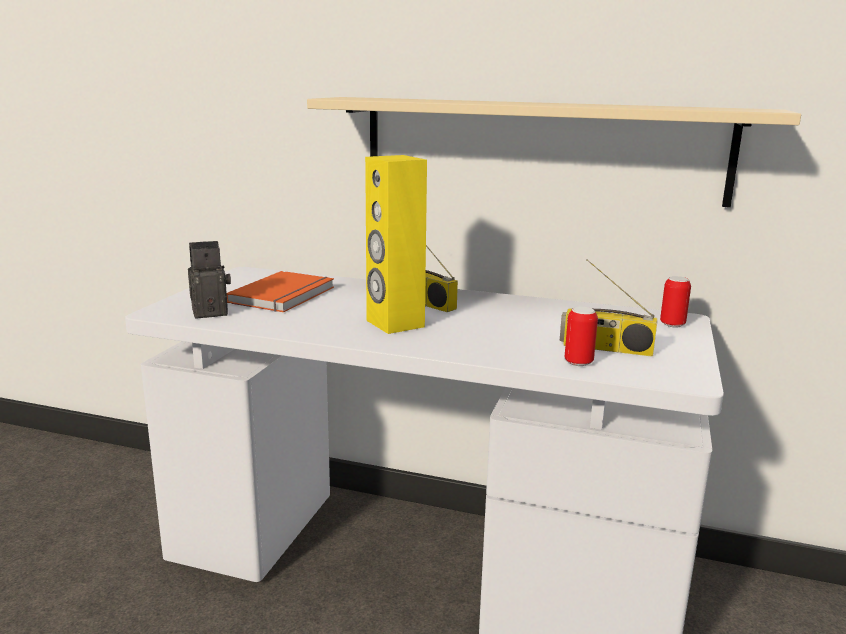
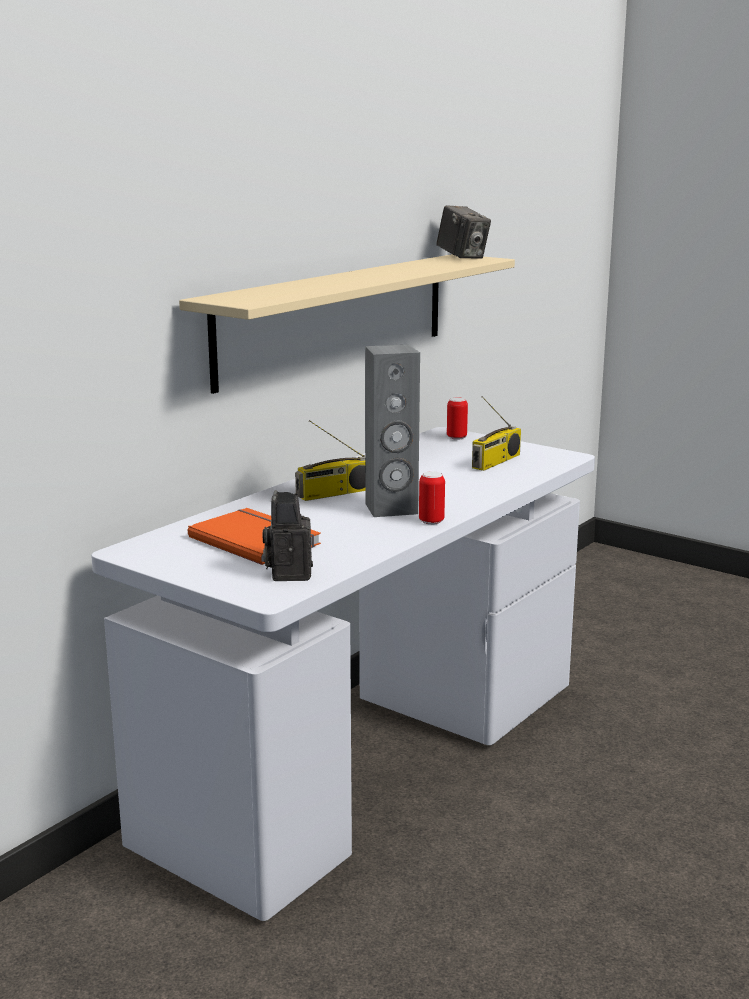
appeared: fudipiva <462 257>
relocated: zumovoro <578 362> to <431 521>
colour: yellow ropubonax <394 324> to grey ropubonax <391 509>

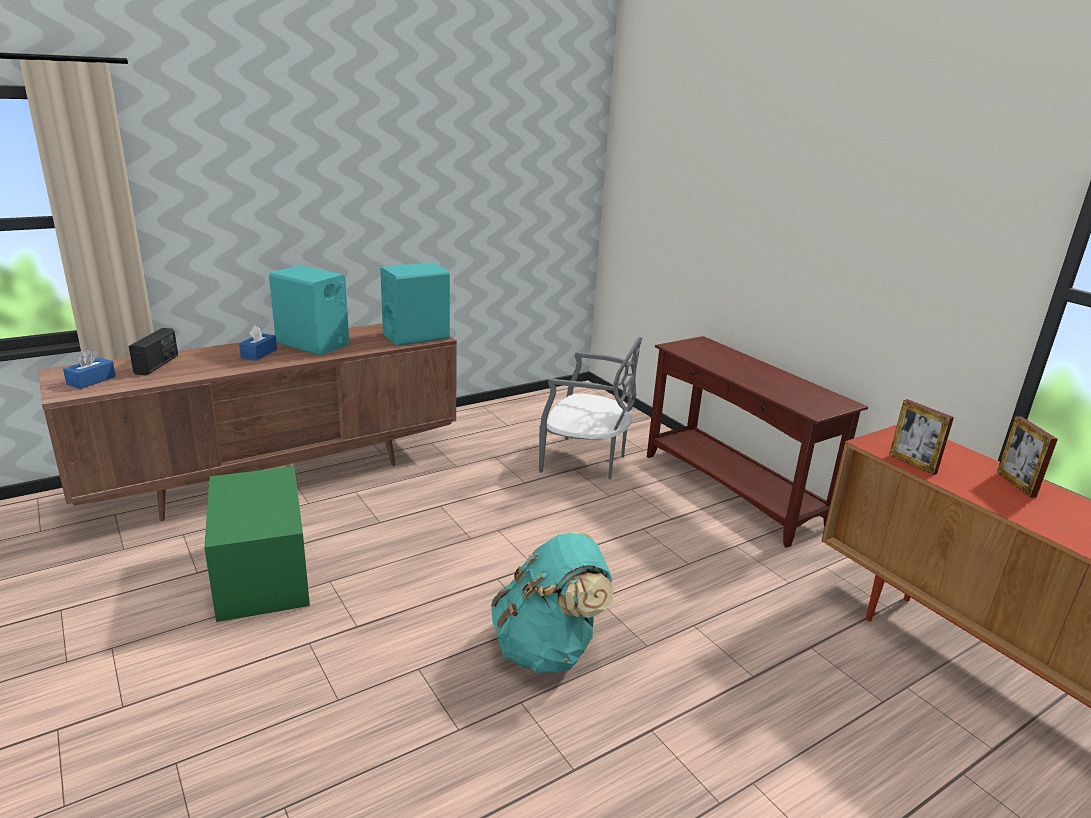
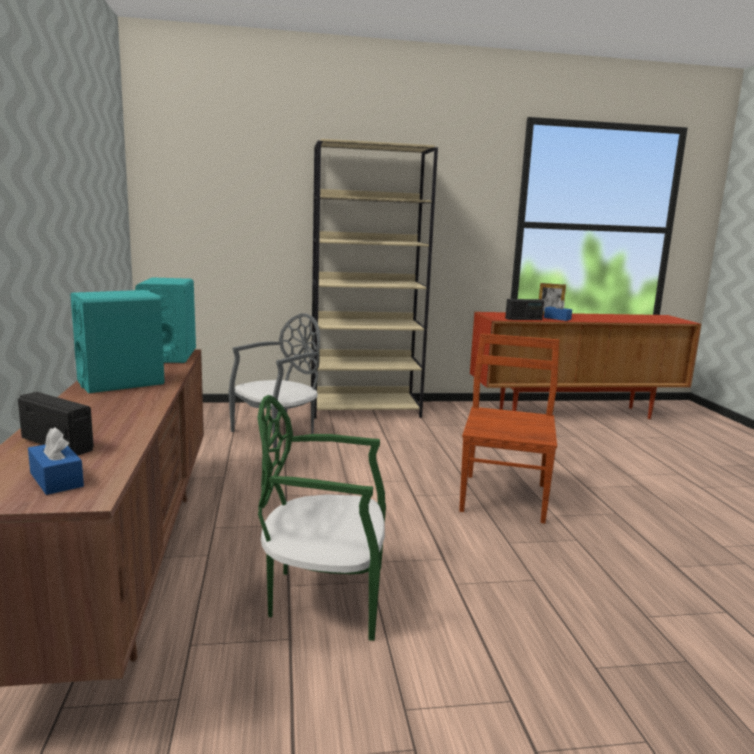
relocated: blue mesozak <259 353> to <557 318>
exchanged: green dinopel <262 572> to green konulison <324 596>; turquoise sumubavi <548 648> to brown konulison <504 496>; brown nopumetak <733 490> to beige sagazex <365 409>; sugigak <912 464> to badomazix <523 319>

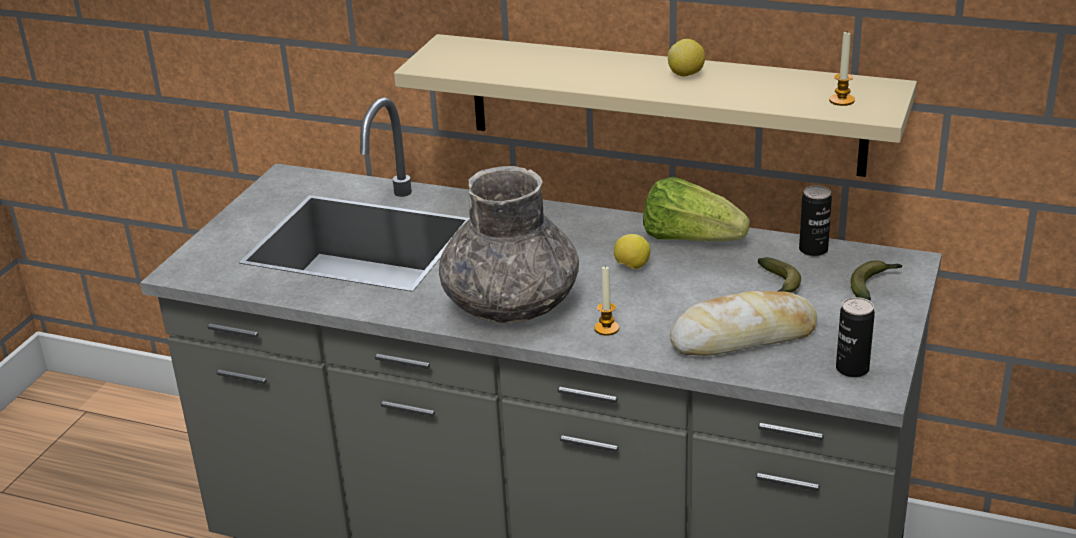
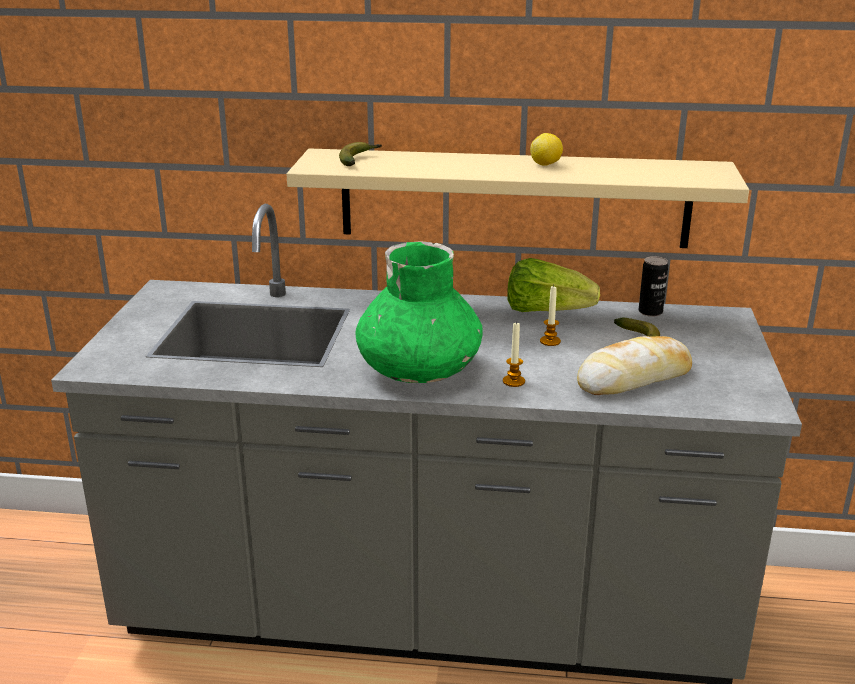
missing: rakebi <631 267>; zumovoro <852 369>
relocated: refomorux <841 100> to <550 341>; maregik <874 285> to <359 160>
colour: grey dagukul <511 306> to green dagukul <419 371>

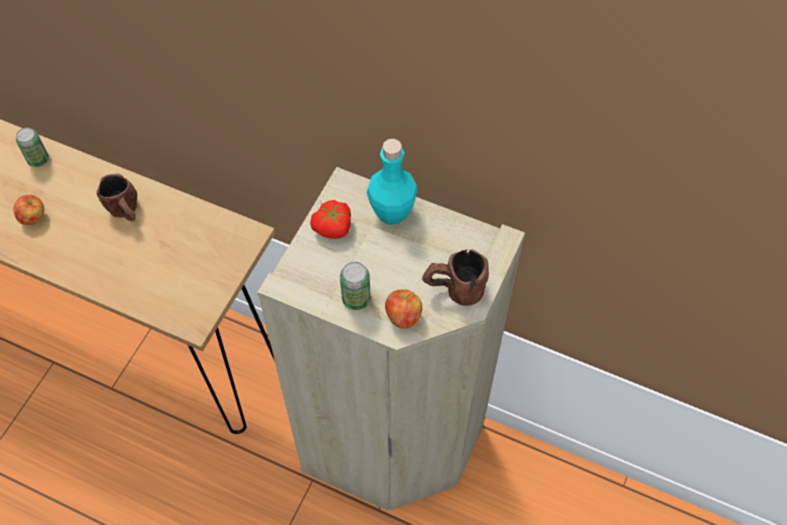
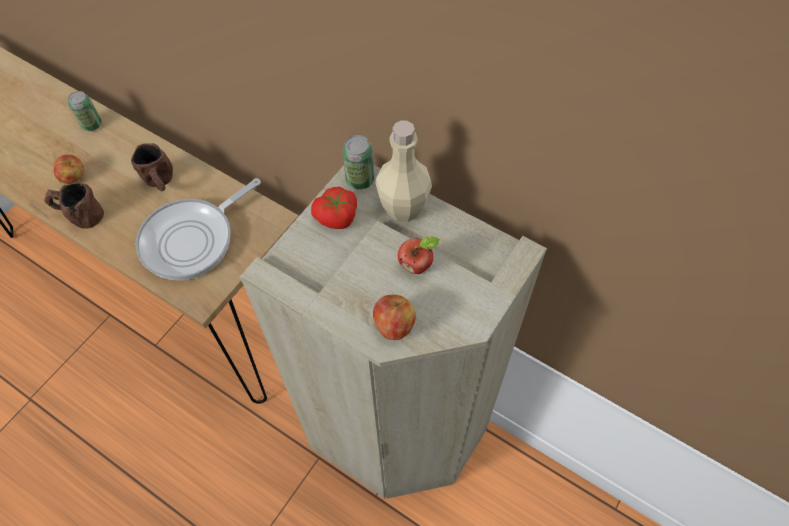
appeared: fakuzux <193 239>; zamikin <417 265>
relocated: zumovoro <356 299> to <360 180>; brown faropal <453 290> to <79 216>
colour: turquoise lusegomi <392 212> to beige lusegomi <403 208>

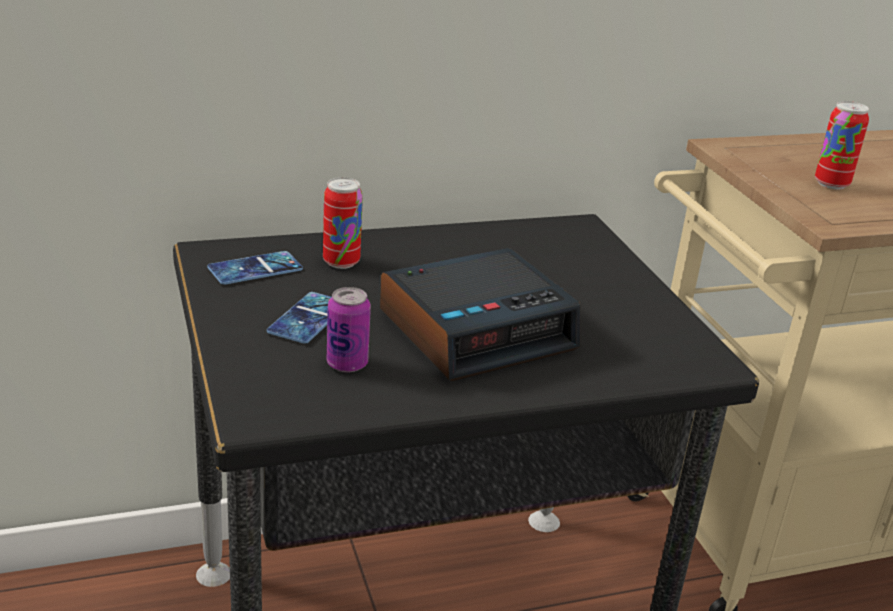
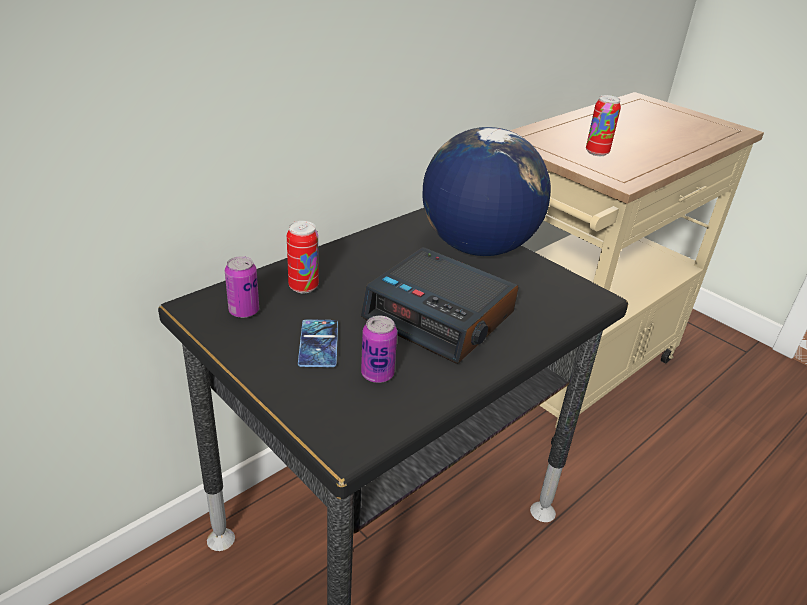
appeared: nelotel <477 247>
exchanged: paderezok <255 269> to zumovoro <244 311>
spun: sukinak <478 329> = <441 316> 90 degrees clockwise

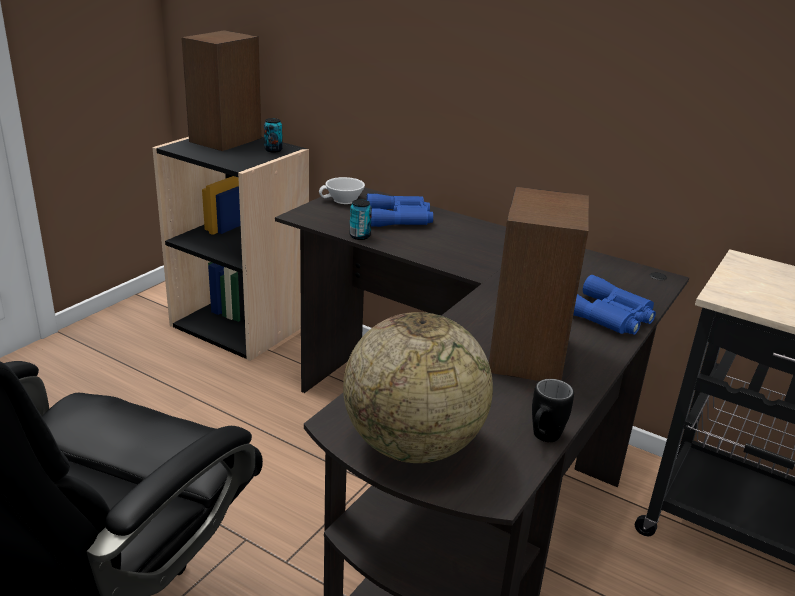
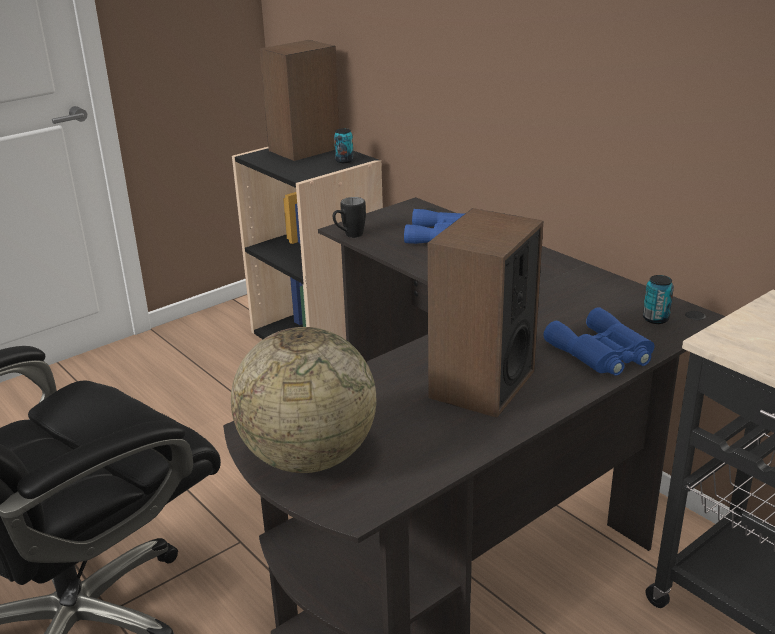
missing: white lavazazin <343 200>
relocated: zumovoro <360 236> to <655 319>; black faropal <542 439> to <349 236>

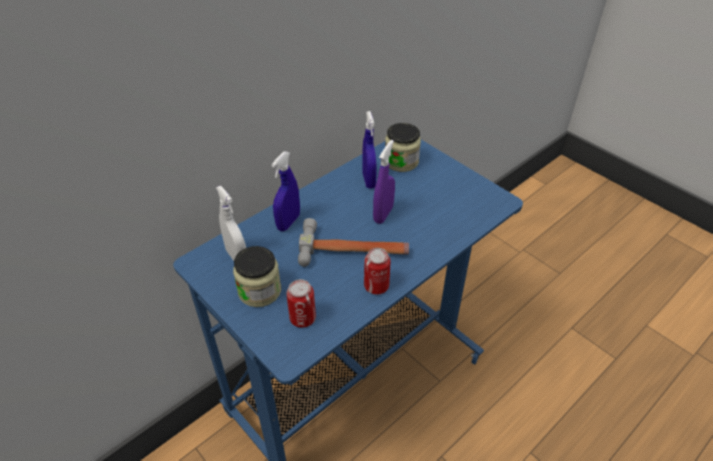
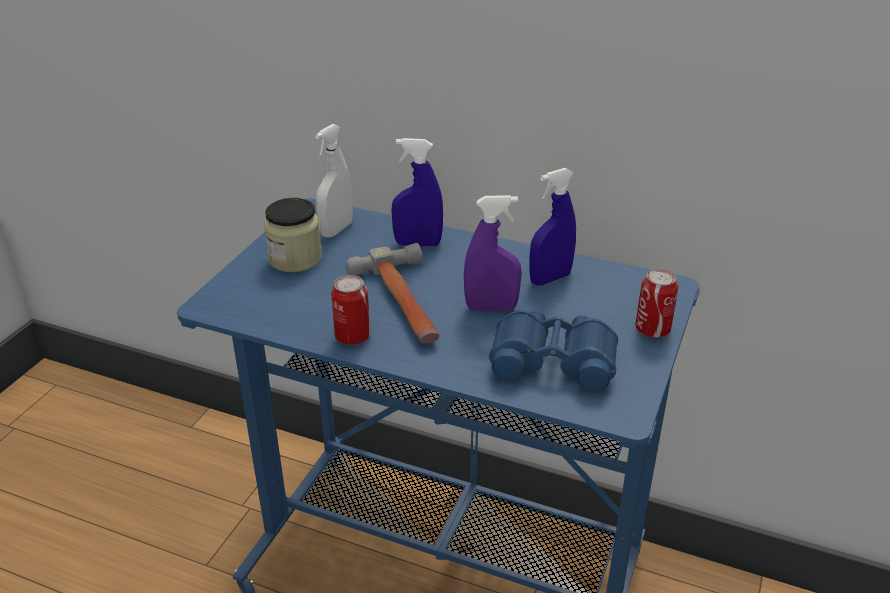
missing: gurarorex <401 161>
appeared: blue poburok <553 360>
relocated: zumovoro <302 318> to <652 329>

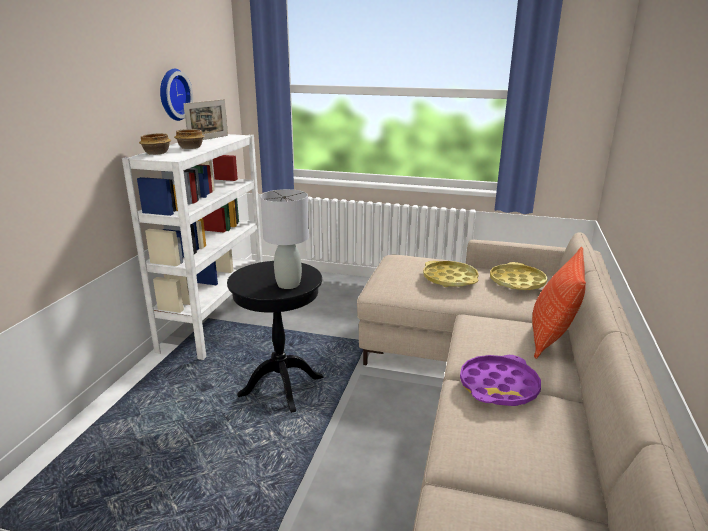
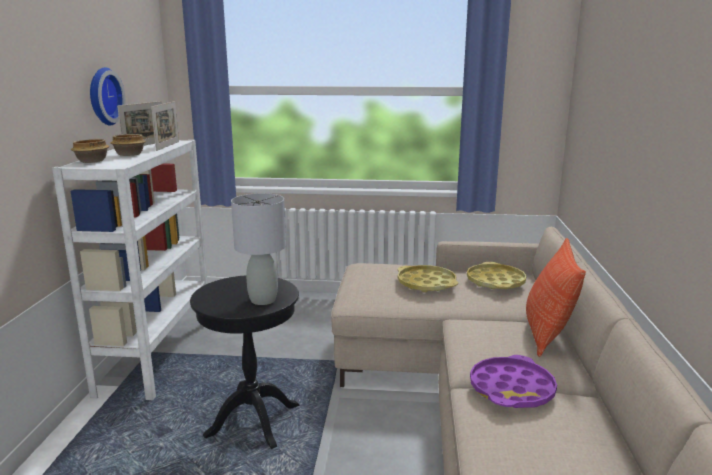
appeared: sugigak <168 146>

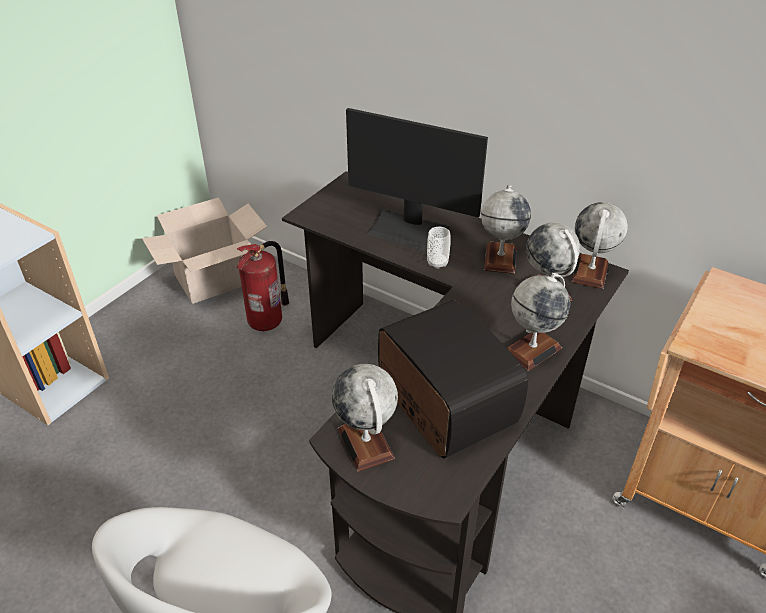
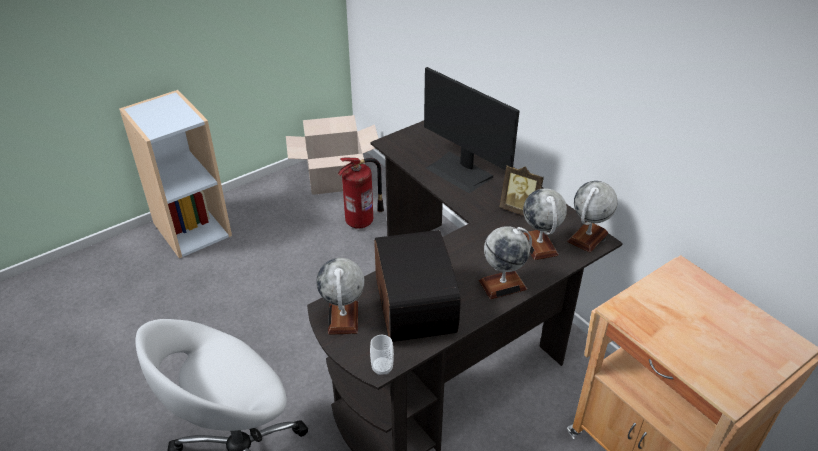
relocated: lavazazin <437 263> to <382 368>
exchanged: nelotel <500 258> to sugigak <520 209>

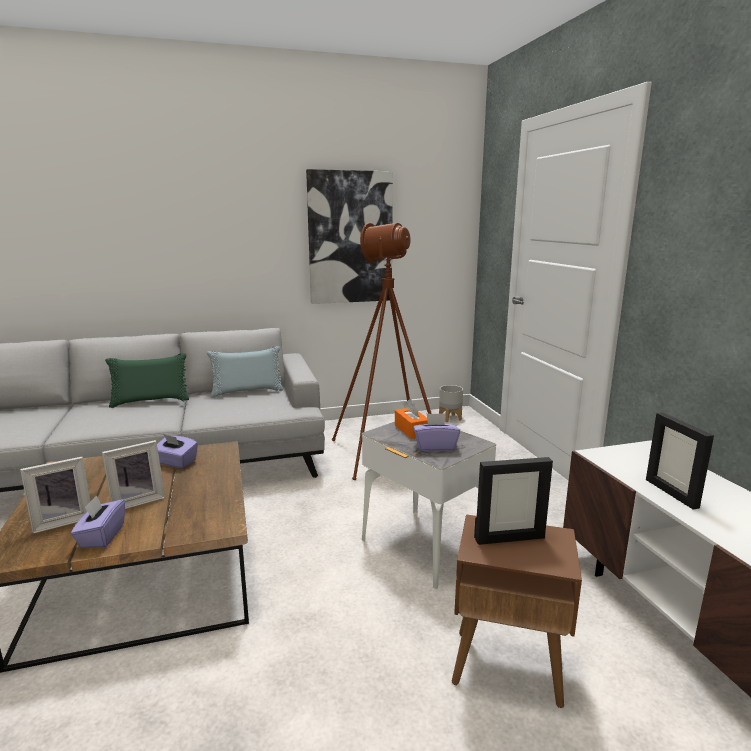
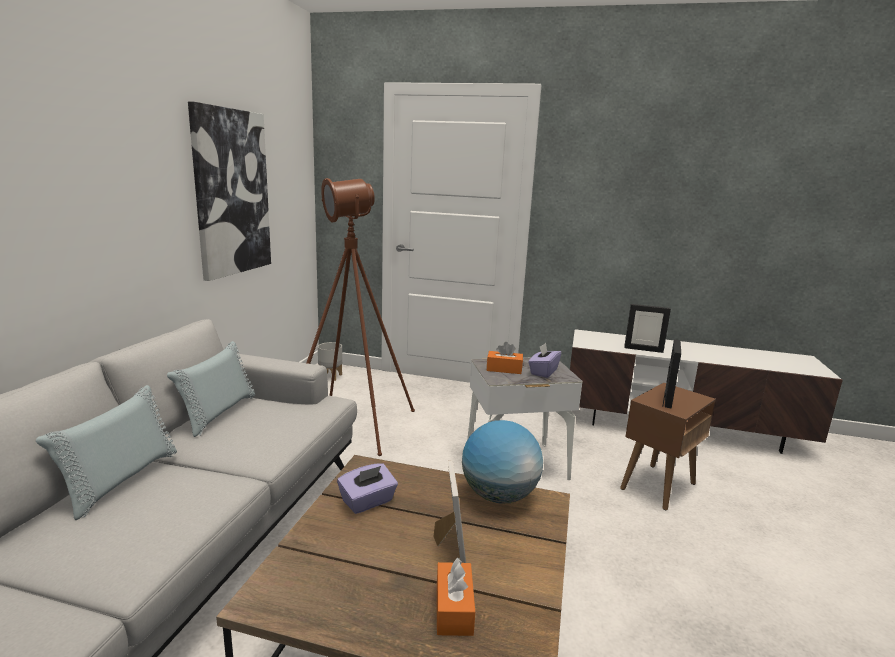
missing: purple mesozak <101 536>
appeared: nelotel <499 496>
exchanged: sugigak <63 520> to orange mesozak <454 609>
colour: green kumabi <150 401> to blue kumabi <121 481>

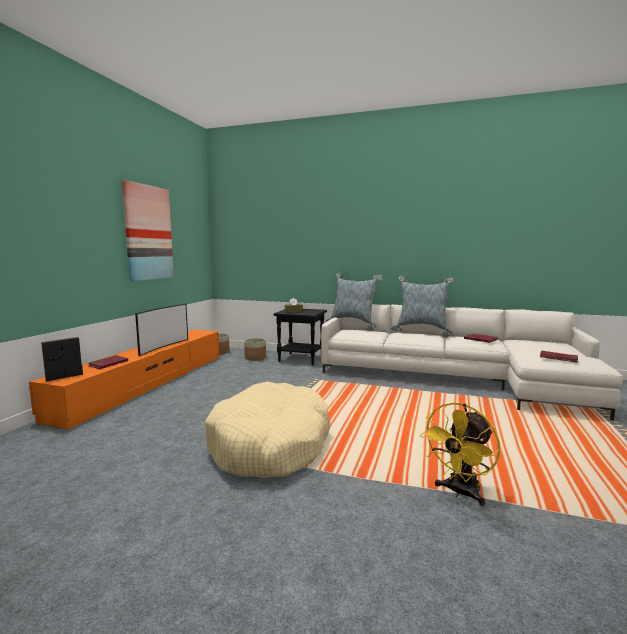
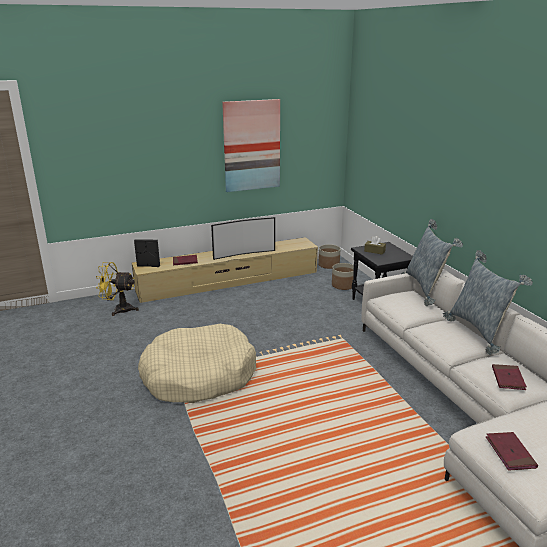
relocated: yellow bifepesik <460 493> to <119 309>
colour: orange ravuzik <148 382> to beige ravuzik <228 280>

